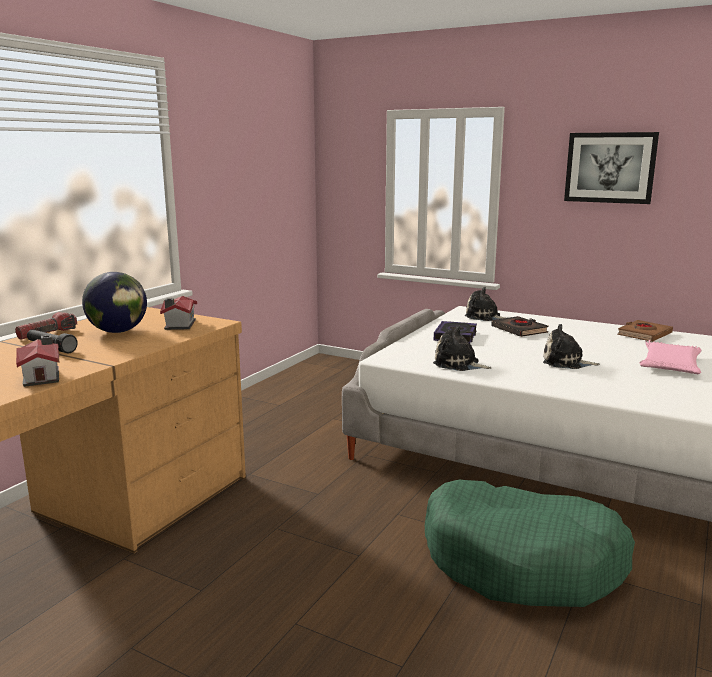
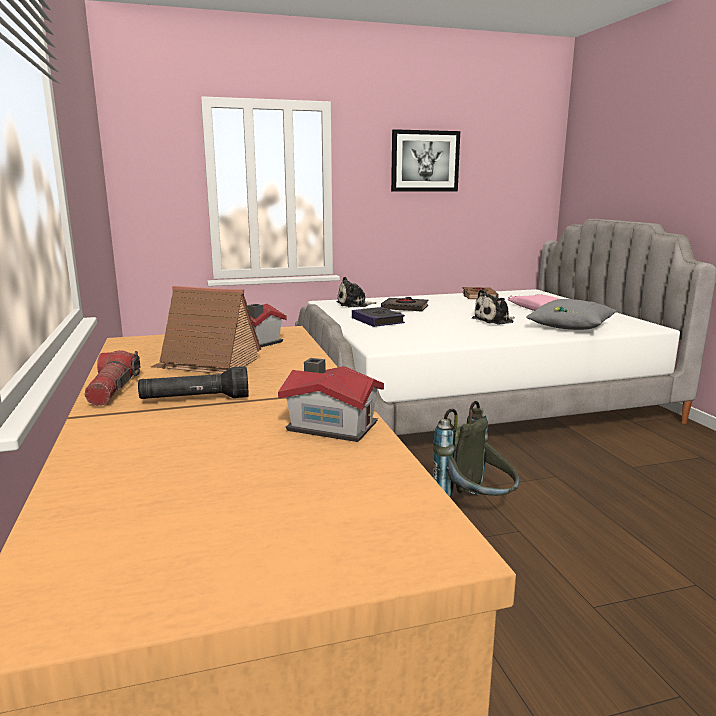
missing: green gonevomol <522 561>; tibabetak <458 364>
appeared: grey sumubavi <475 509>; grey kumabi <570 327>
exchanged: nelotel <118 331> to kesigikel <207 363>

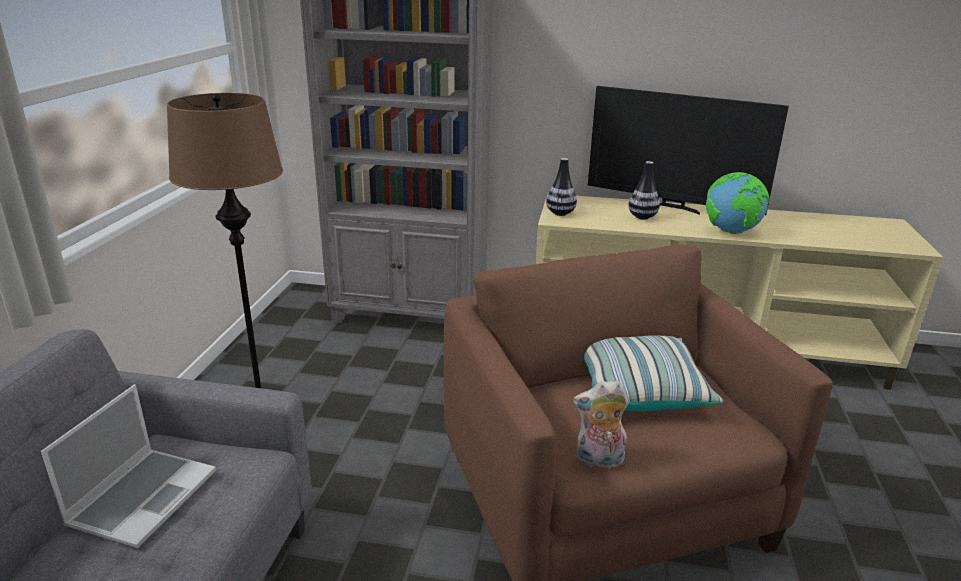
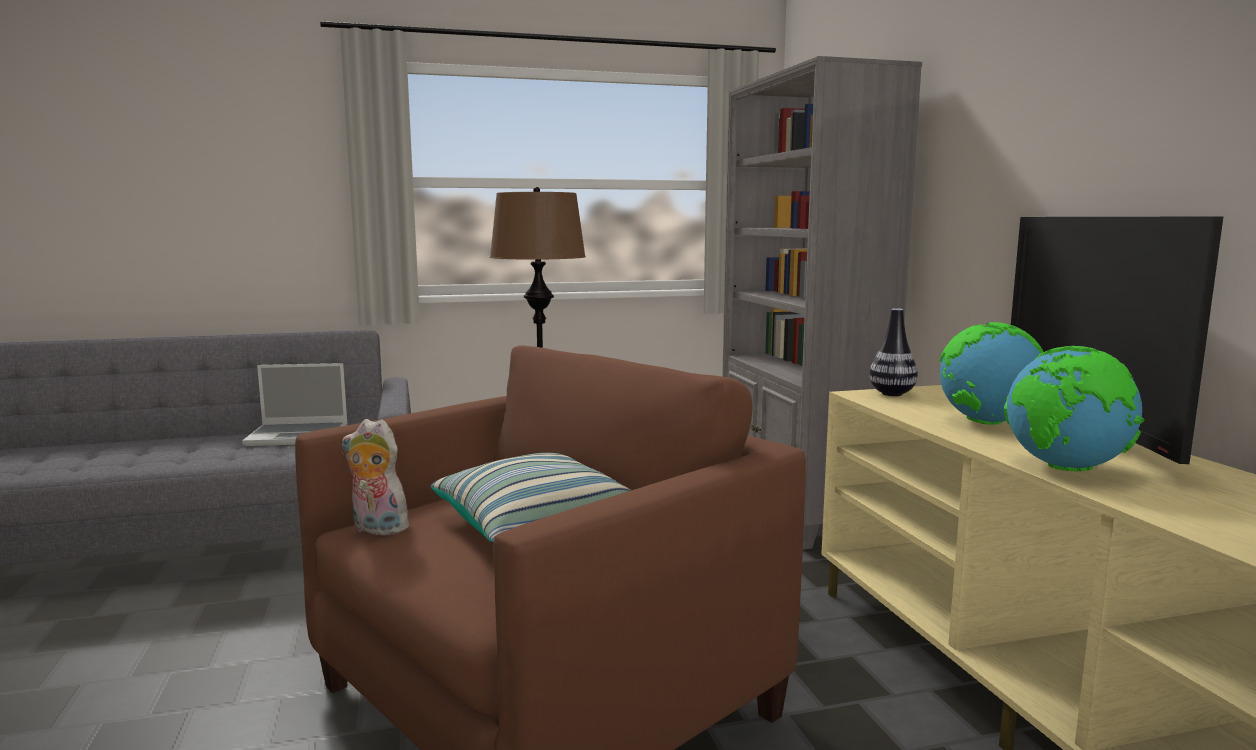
exchanged: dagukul <642 217> to nelotel <985 422>
spun: tibabetak <598 461> = <376 529> 45 degrees counterclockwise

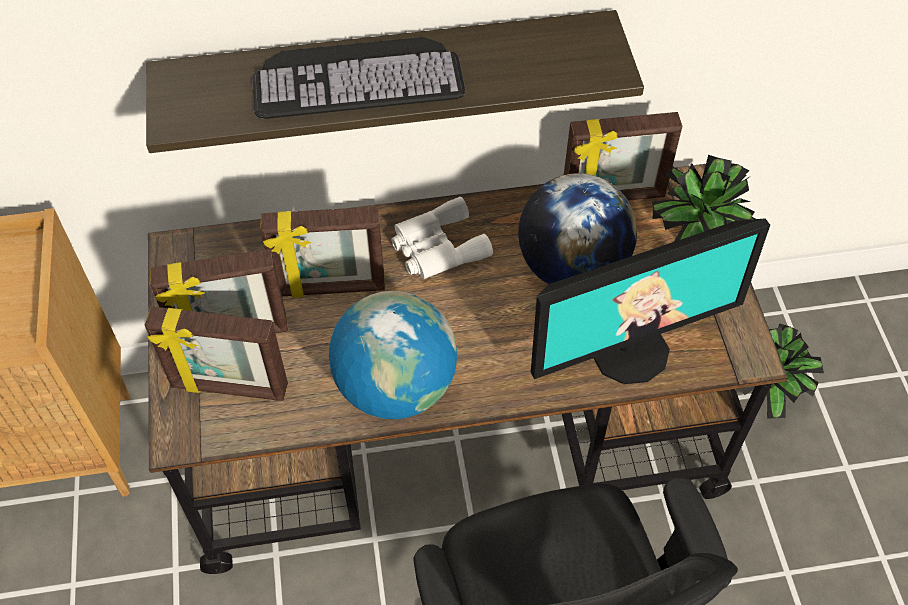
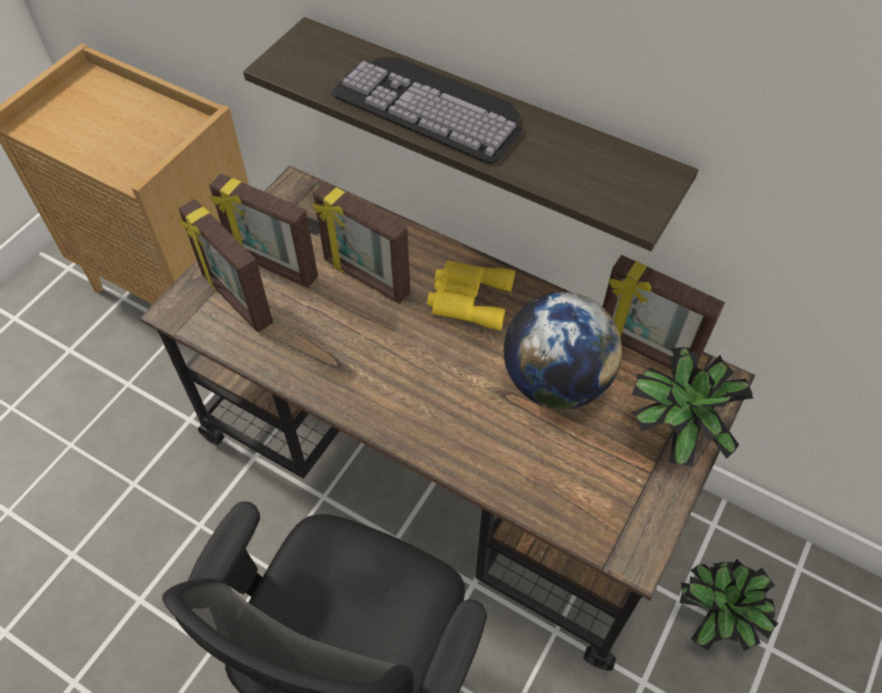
missing: nelotel <396 386>; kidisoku <630 351>
colour: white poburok <436 247> to yellow poburok <468 298>

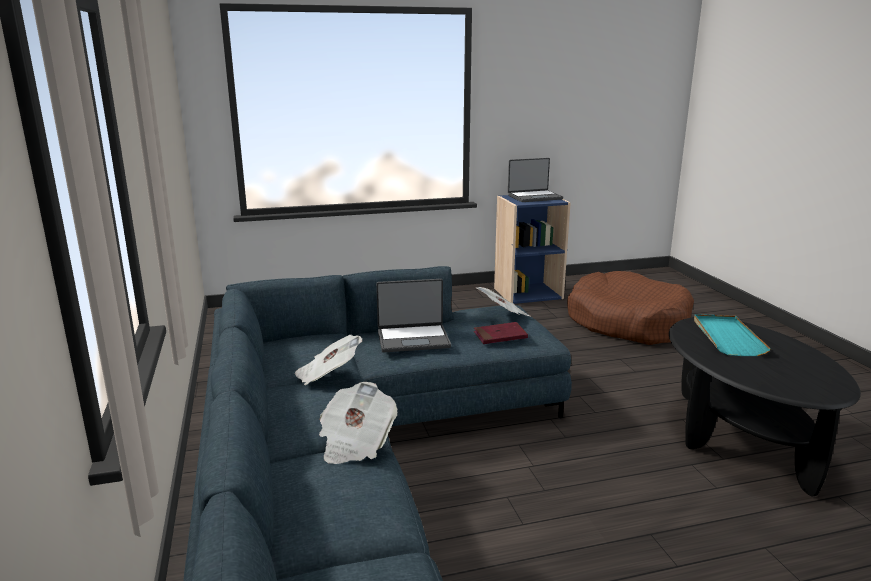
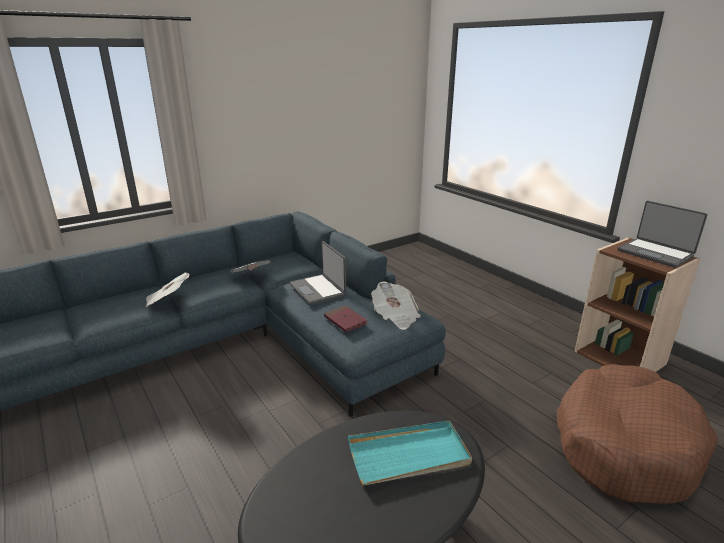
colour: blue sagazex <528 293> to brown sagazex <621 358>

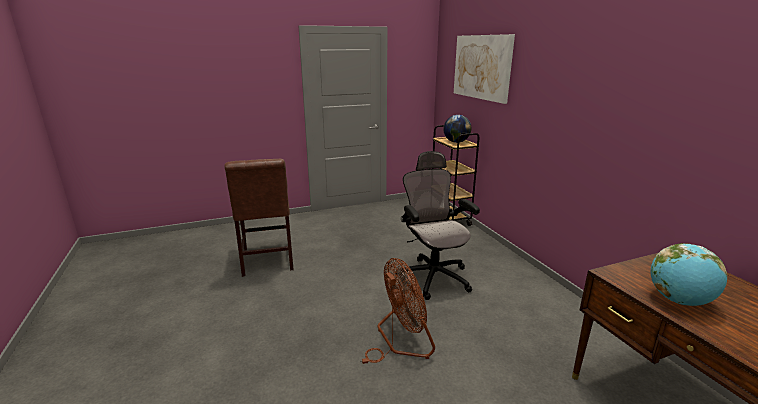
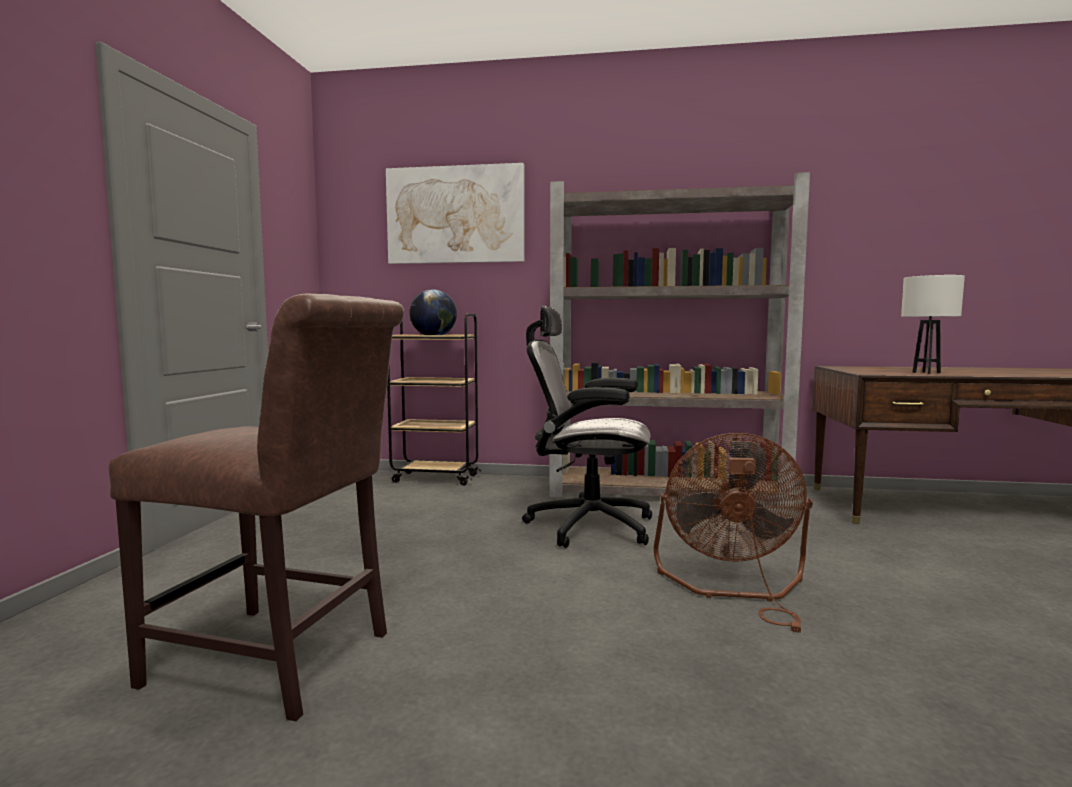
appeared: brown sagazex <665 491>
exchanged: nelotel <678 300> to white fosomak <926 372>

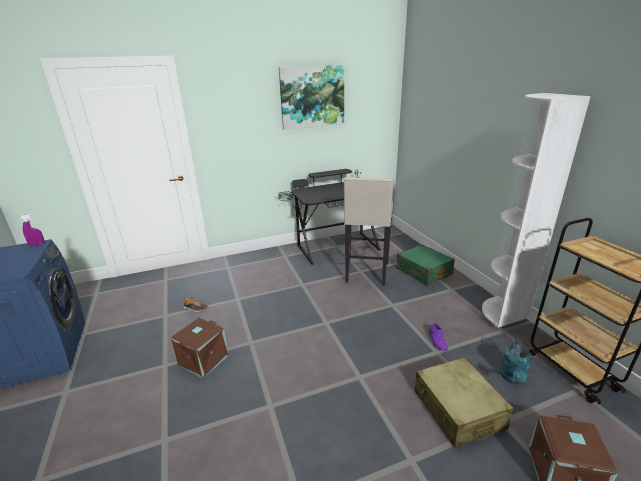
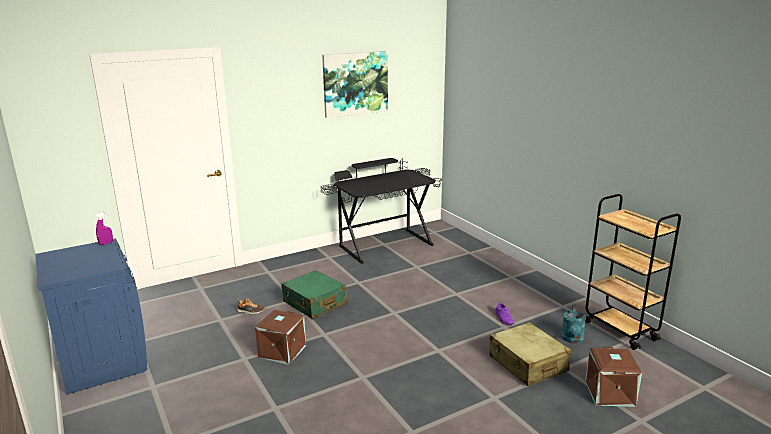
missing: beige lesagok <366 273>; white sagazex <499 316>
relocated: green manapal <423 272> to <314 303>

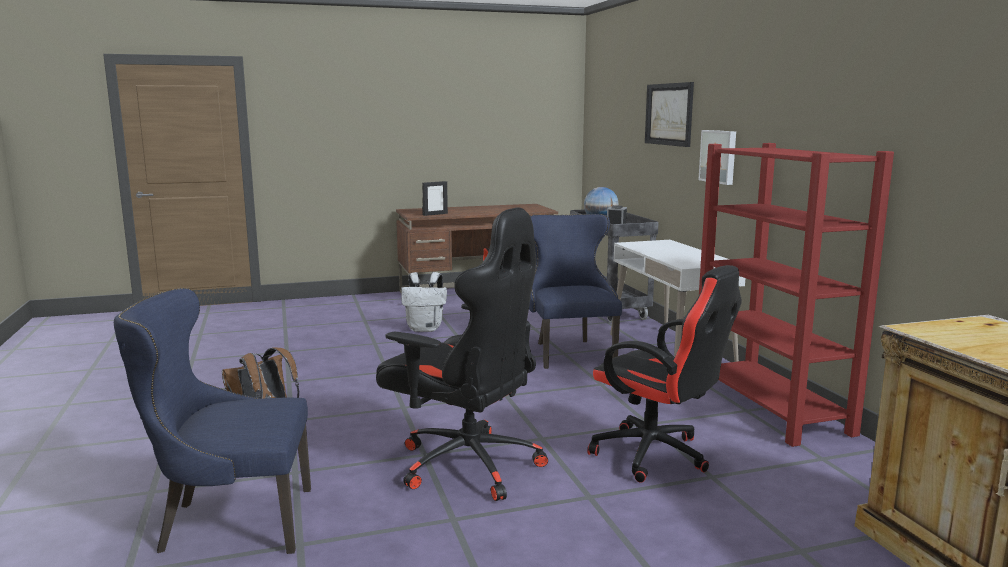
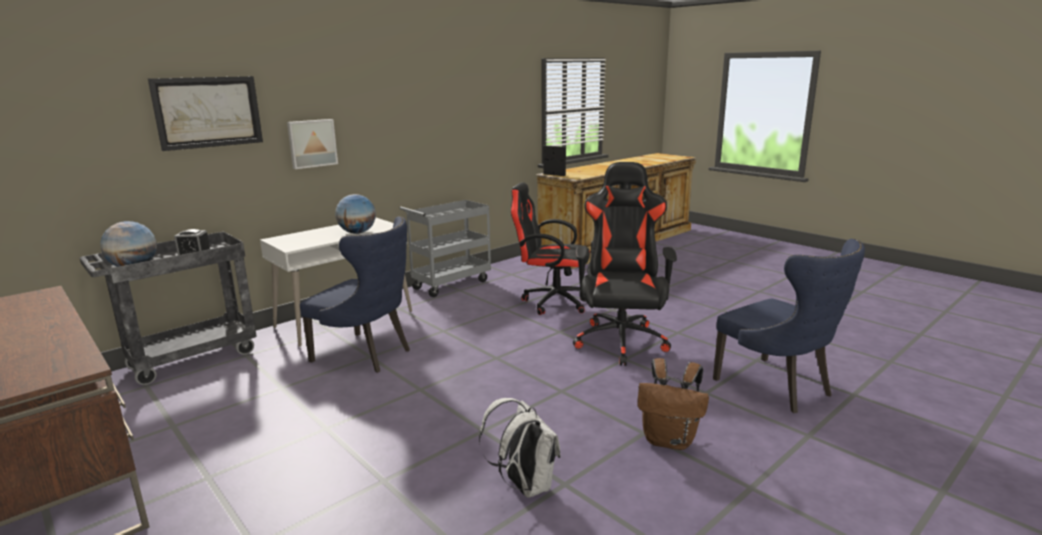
appeared: nelotel <357 233>
relocated: white sumubavi <425 329> to <524 485>; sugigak <435 214> to <554 175>
exchanged: red sagazex <769 407> to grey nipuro <449 286>
spun: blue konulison <570 352> = <366 354> 120 degrees counterclockwise; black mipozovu <658 458> = <550 302> 90 degrees counterclockwise

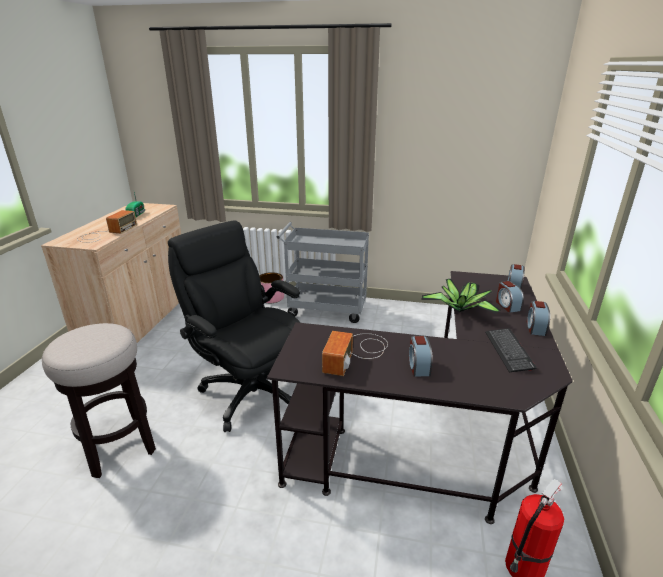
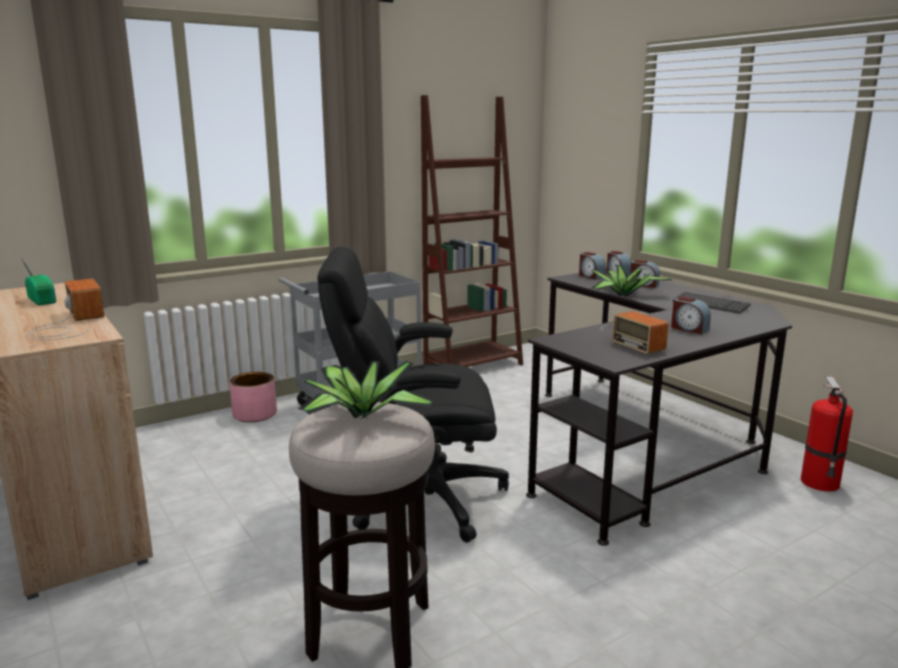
appeared: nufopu <360 417>; brown sagazex <473 365>
relocated: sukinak <535 327> to <591 276>

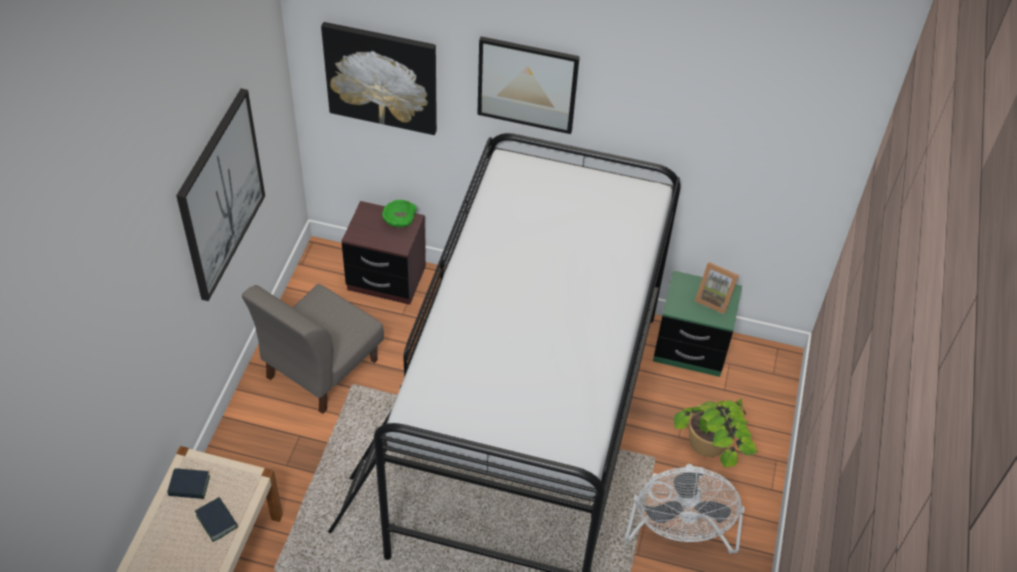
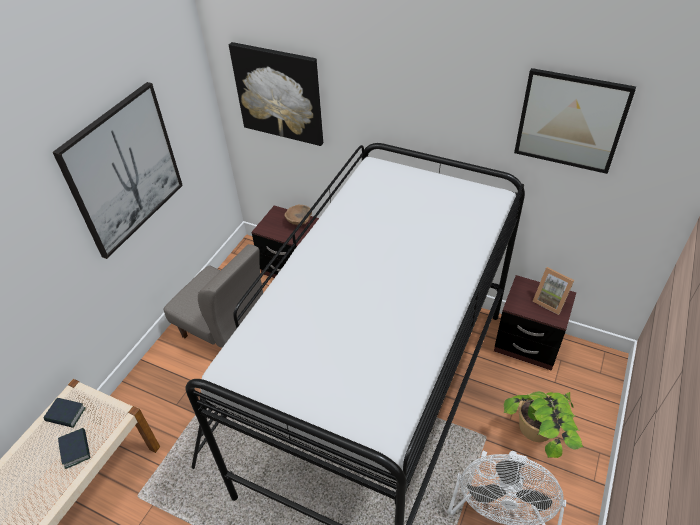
relocated: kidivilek <527 84> to <570 121>
colour: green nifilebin <399 221> to brown nifilebin <298 221>; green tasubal <690 349> to brown tasubal <527 344>
spun: grey konulison <321 368> = <225 330> 105 degrees counterclockwise

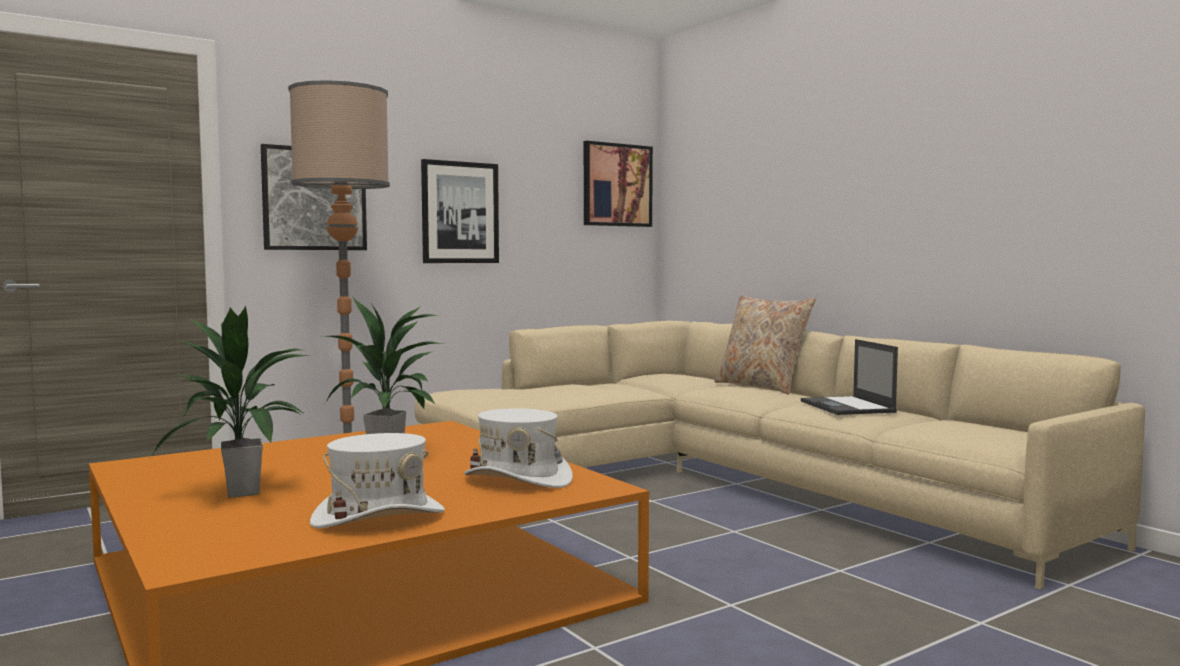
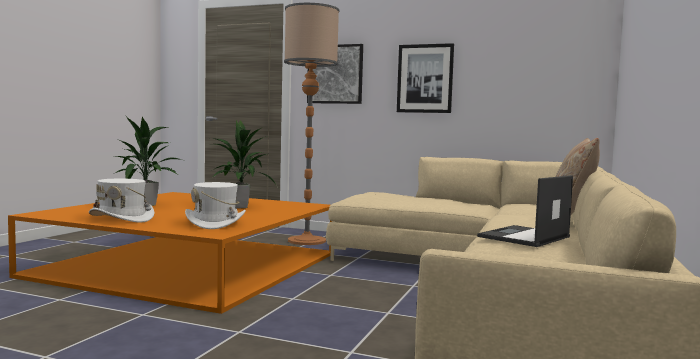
missing: kidivilek <617 185>

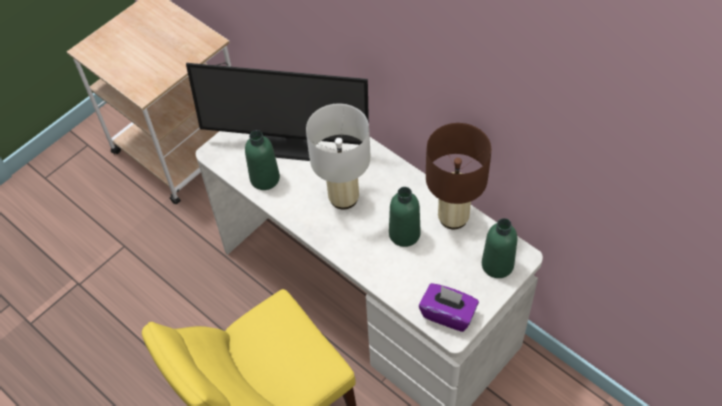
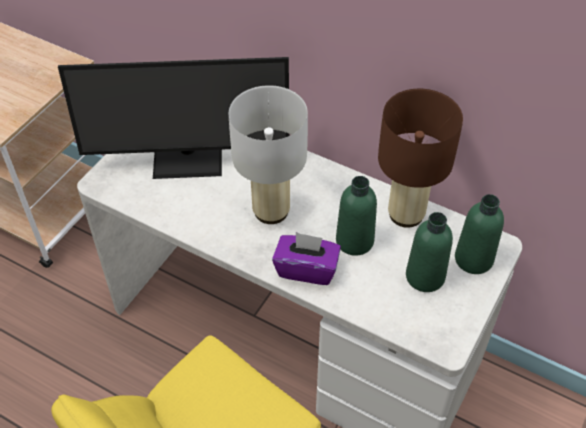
relocated: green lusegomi <265 178> to <425 276>; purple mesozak <448 314> to <306 269>

